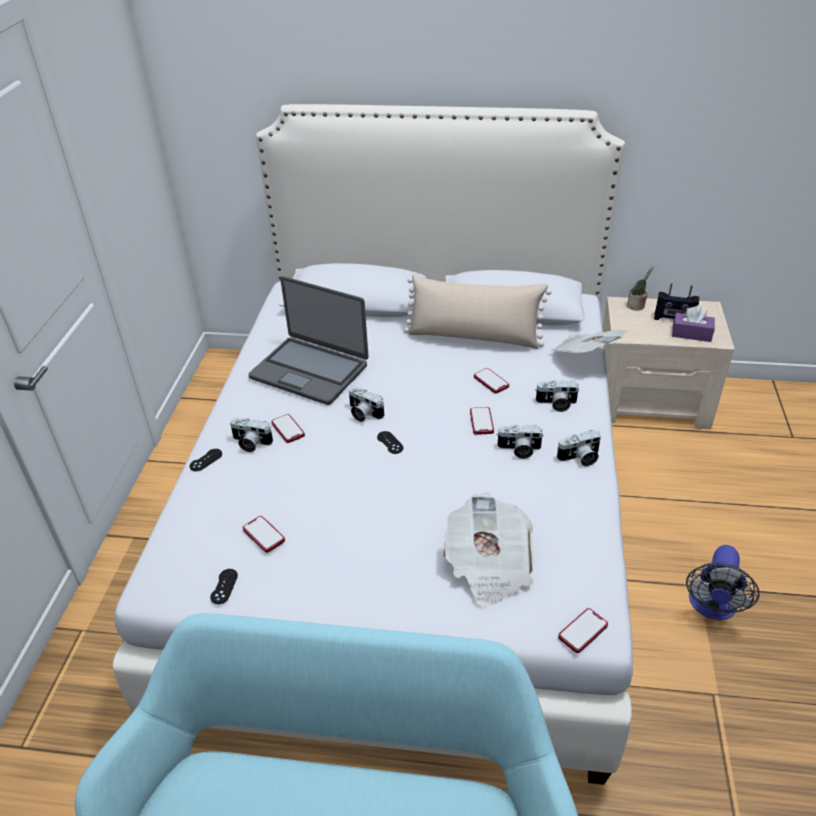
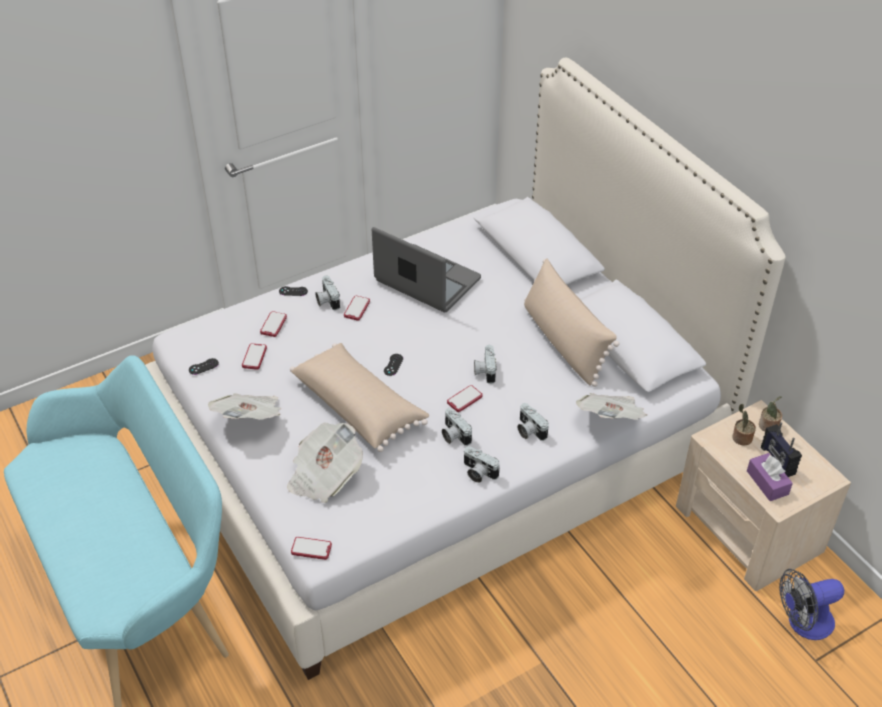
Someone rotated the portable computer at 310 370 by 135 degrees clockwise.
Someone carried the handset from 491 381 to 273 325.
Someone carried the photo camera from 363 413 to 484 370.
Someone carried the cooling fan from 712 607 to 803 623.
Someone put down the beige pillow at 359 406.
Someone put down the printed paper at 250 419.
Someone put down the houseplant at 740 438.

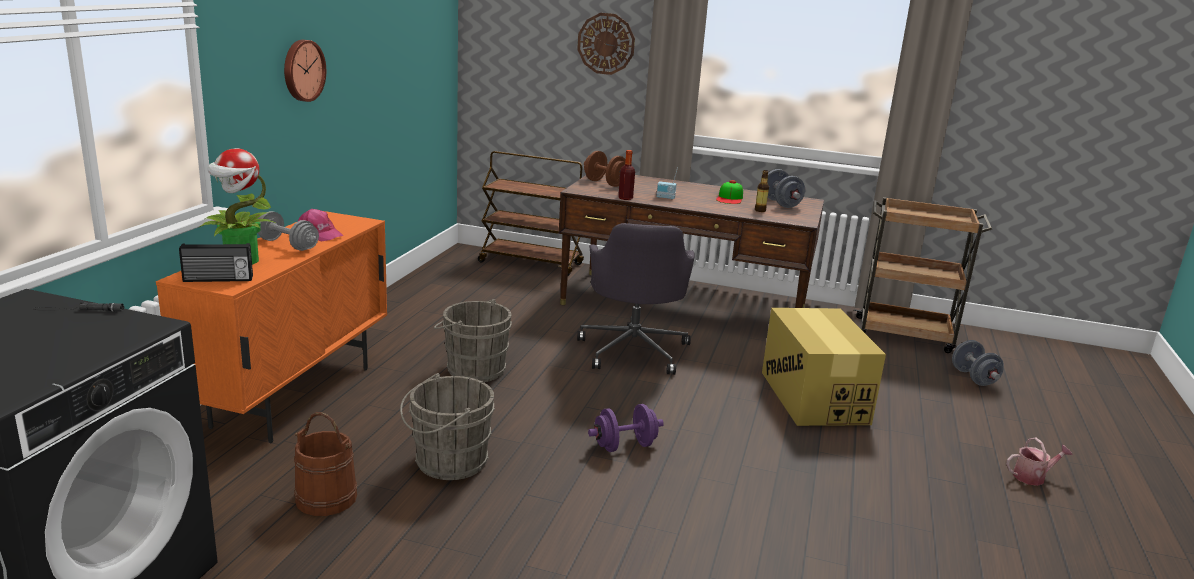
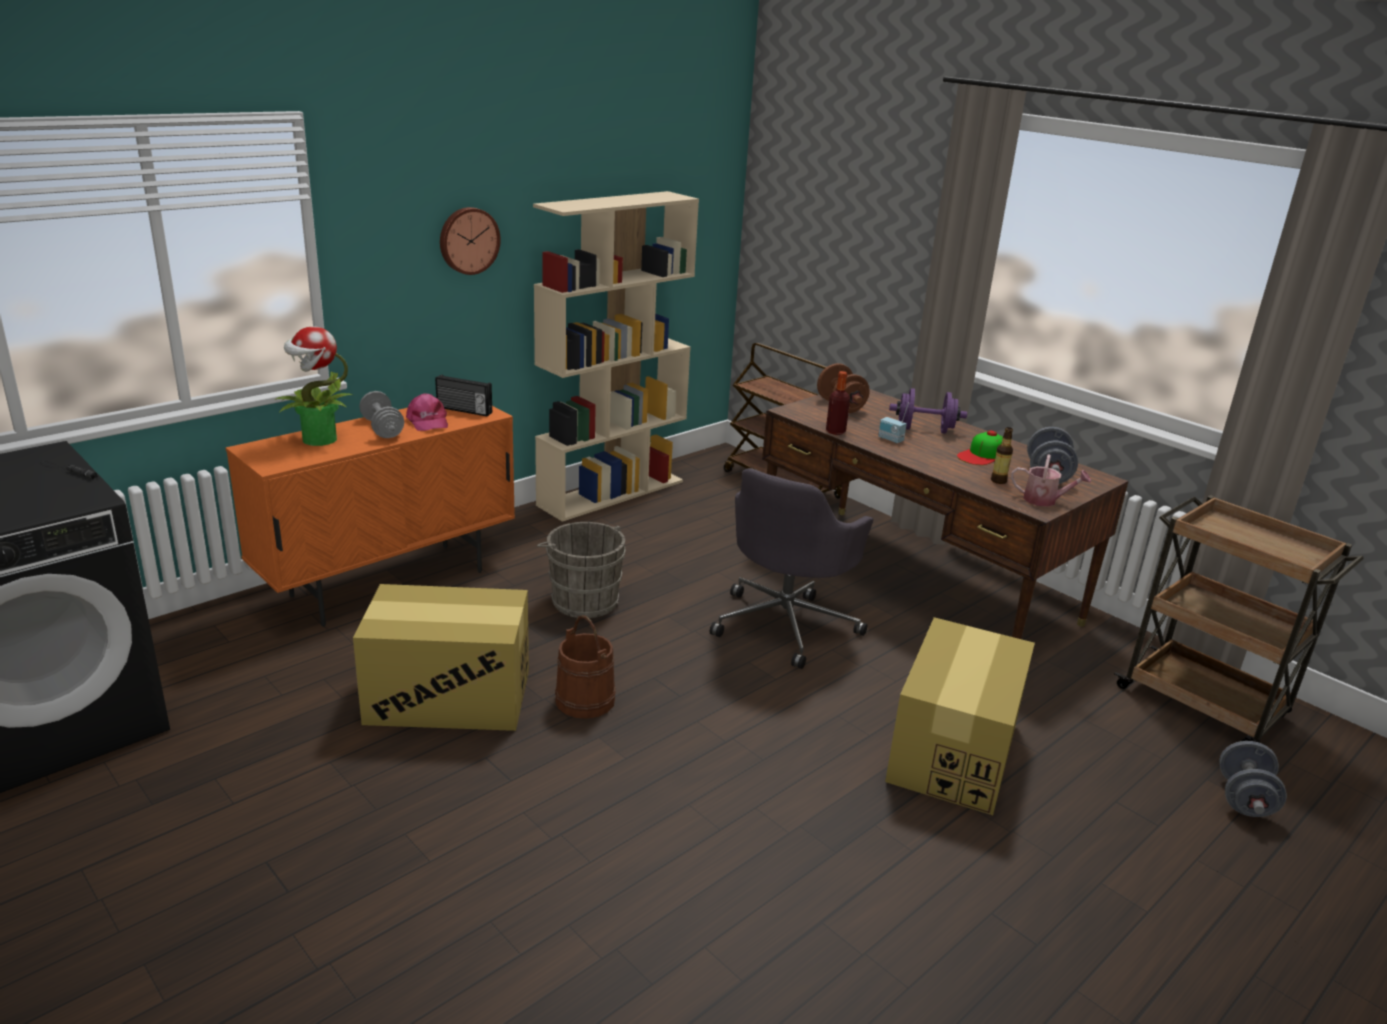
Someone took away the wall clock at 606 43.
Someone carried the radio set from 218 279 to 464 410.
Someone swapped the gray water bucket at 447 462 for the packing box at 449 697.
Someone carried the purple dumbbell from 624 446 to 924 430.
Someone carried the brown water bucket from 326 498 to 584 700.
Someone carried the sprinkling can from 1032 477 to 1045 500.
Someone put down the beige shelving unit at 611 493.

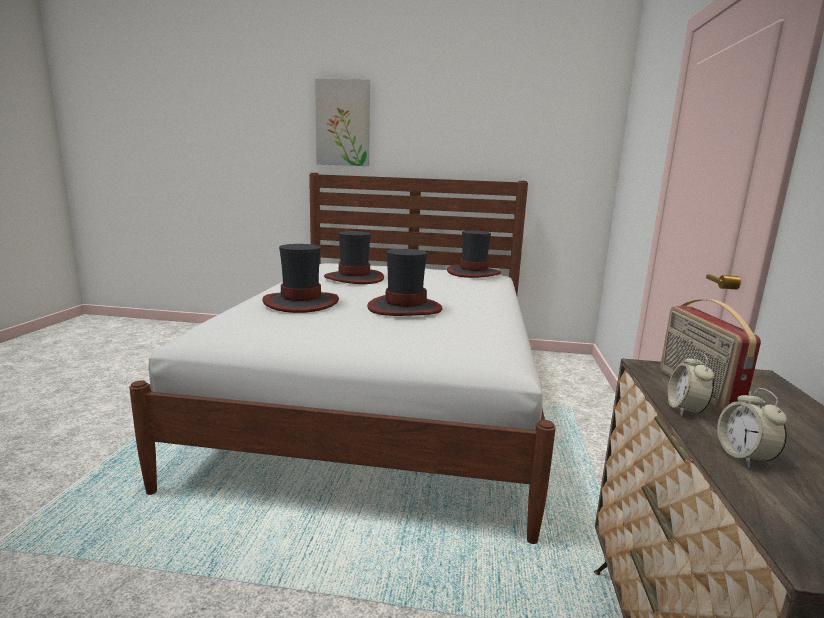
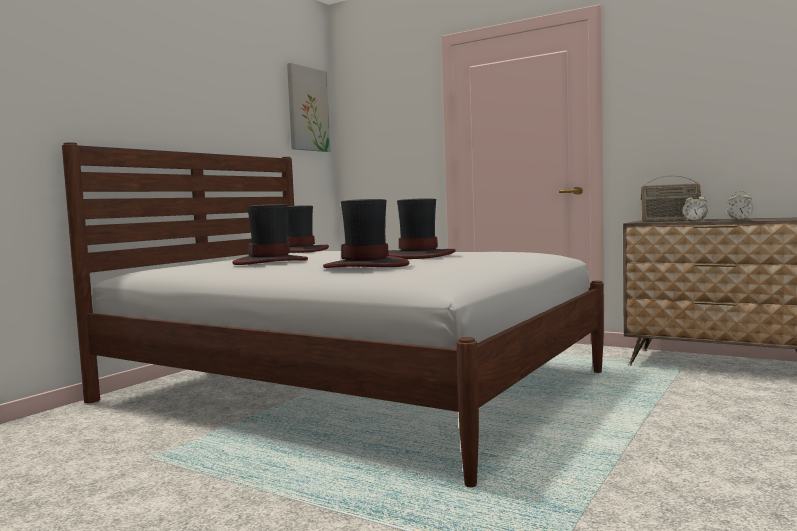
Someone carried the wall art from 343 123 to 307 109.

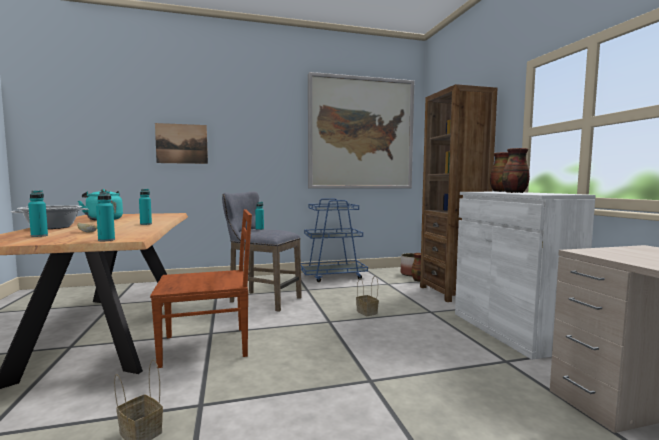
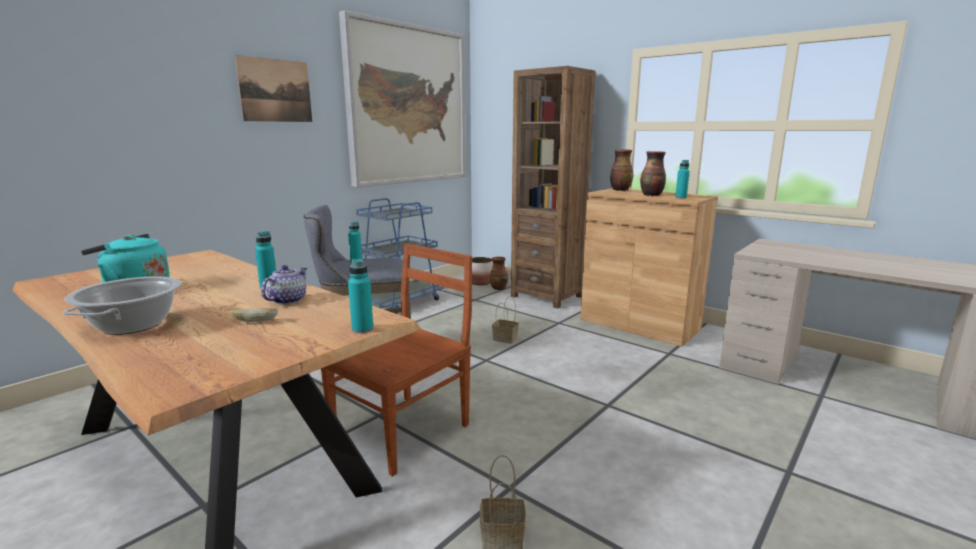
Someone carried the wall art from 182 143 to 275 90.
Someone carried the blue-green beverage bottle from 39 236 to 681 197.
Someone repainted the white cupboard at 511 330, which became the brown cupboard at 639 324.
Someone put down the pot for tea at 287 300.

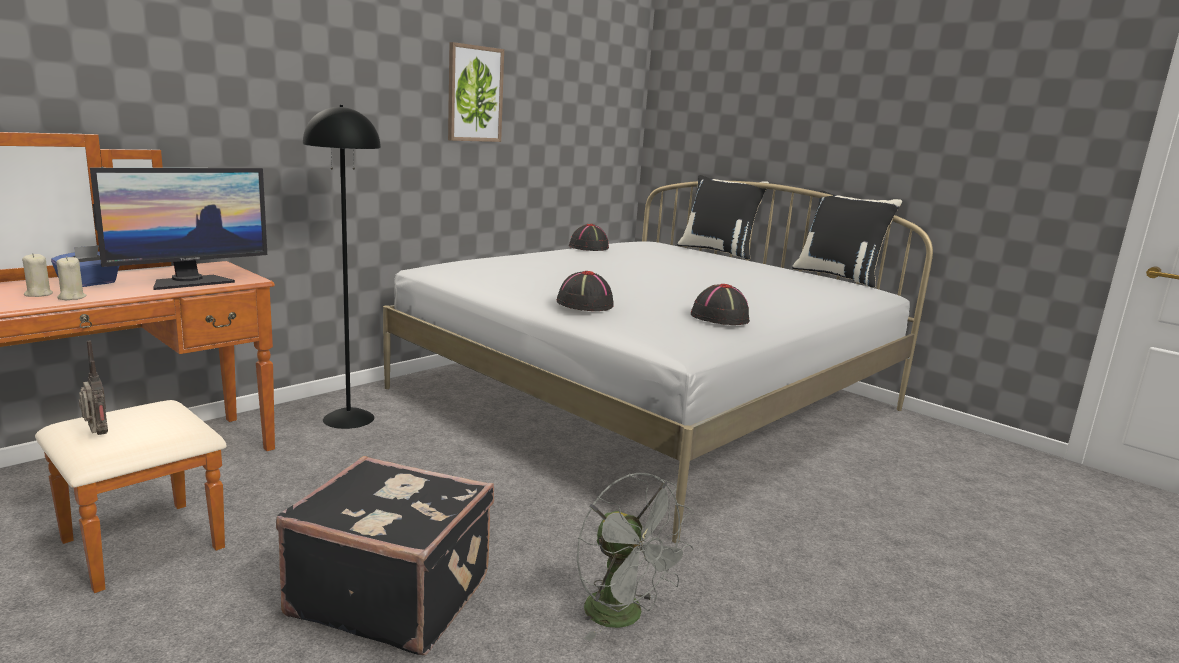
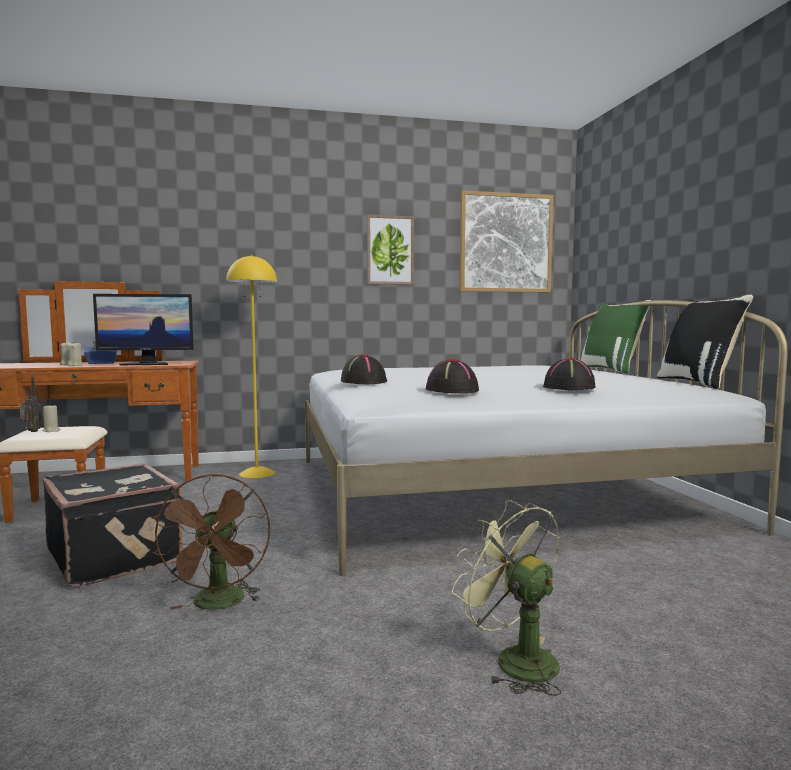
Someone repainted the blackish standard lamp at 348 419, which became the yellow-coloured standard lamp at 256 473.
Someone repainted the blackish pillow at 718 251, which became the green-coloured pillow at 611 370.
Someone carried the blackish wearable hat from 589 248 to 569 388.
Someone repainted the gray cooling fan at 624 617, which became the brown cooling fan at 218 605.
Someone put up the wall art at 505 243.
Someone put down the beige wax light at 51 430.
Someone put down the green-coloured cooling fan at 514 660.

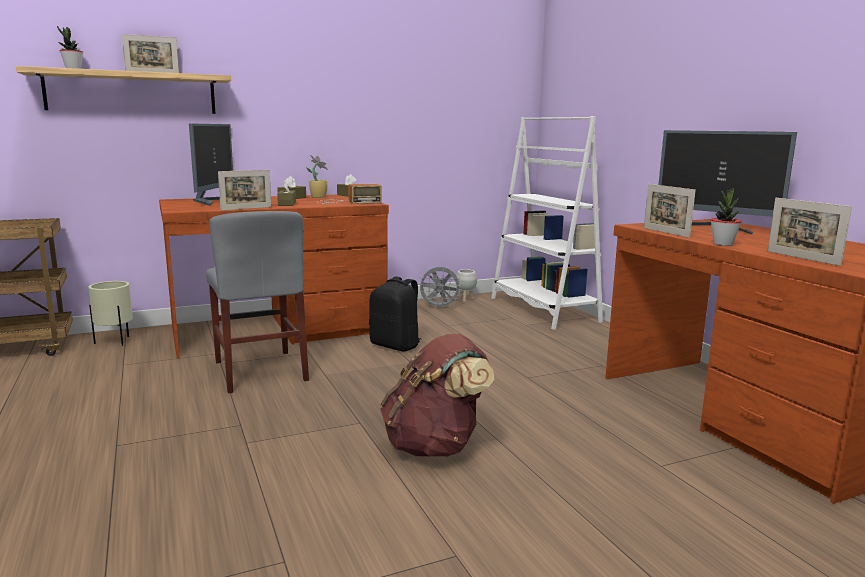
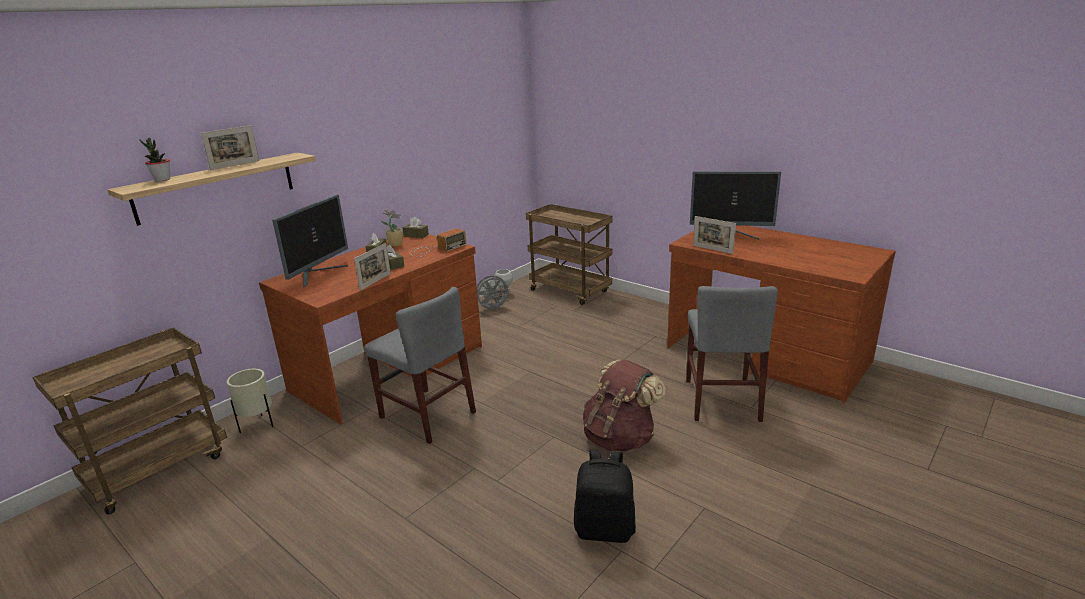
Someone swapped the white shelving unit at 543 310 for the brown wheeled cart at 571 291.
Someone rotated the computer screen at 212 201 by 45 degrees clockwise.
Someone took away the houseplant at 723 244.
Someone took away the photo frame at 802 258.
Someone carried the blackish rucksack from 396 345 to 605 529.
Someone put down the gray chair at 721 399.

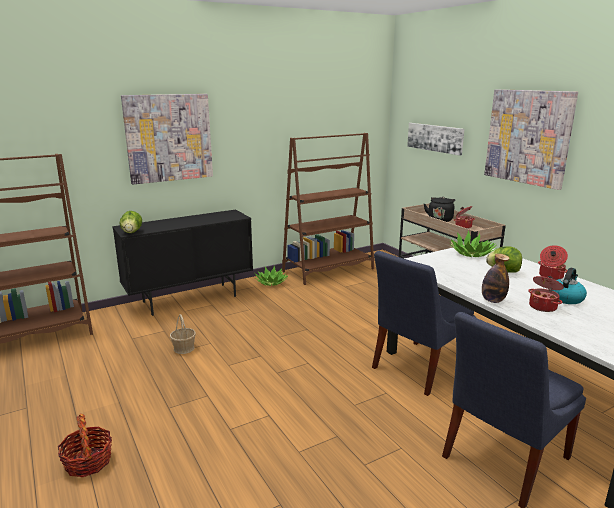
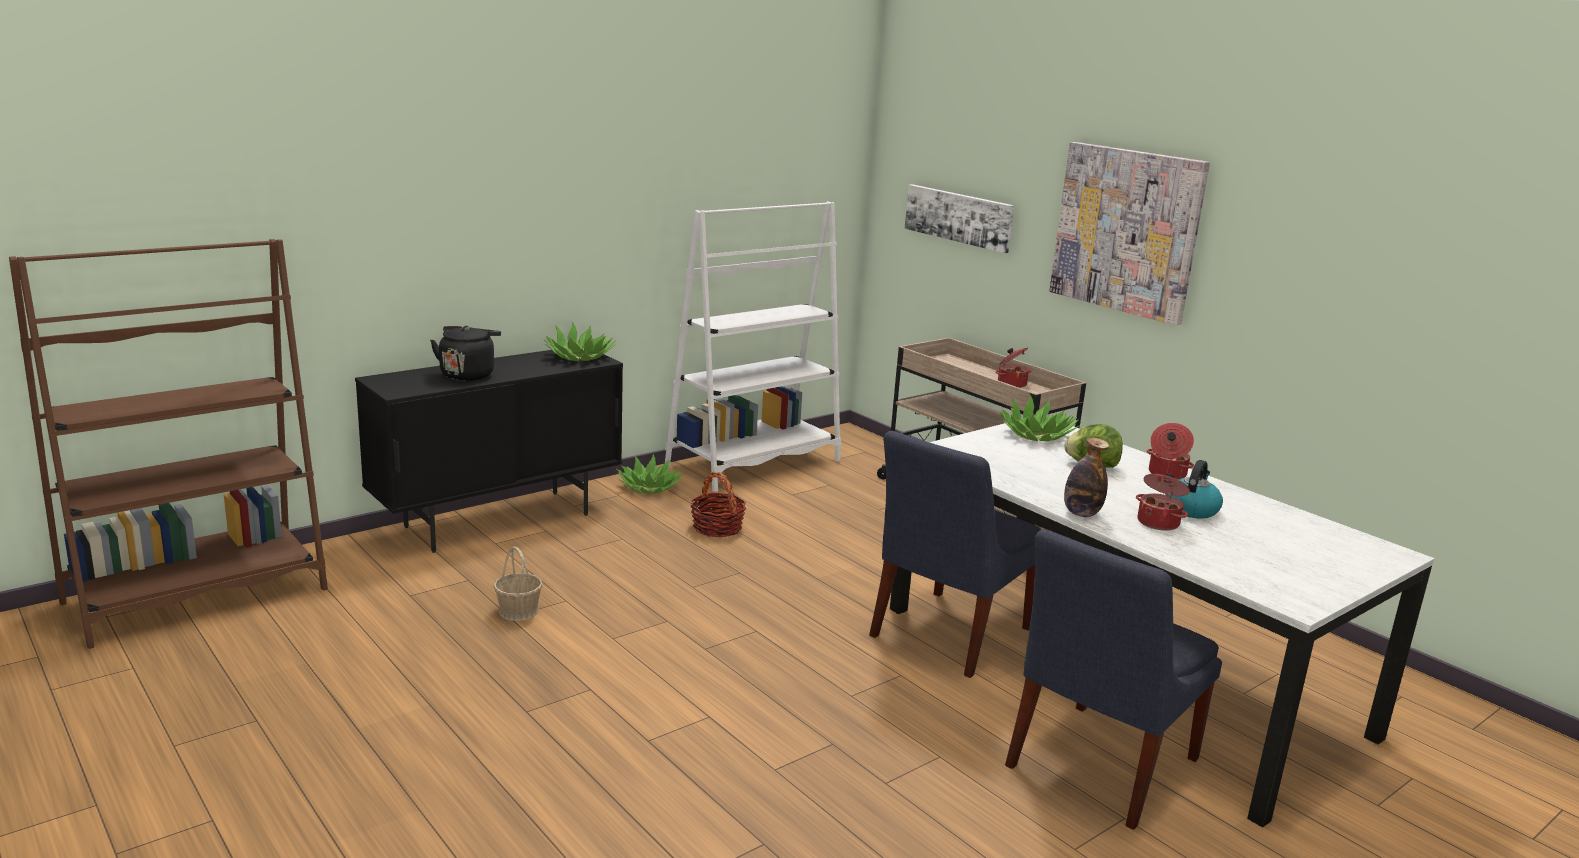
Someone took away the wall art at 169 138.
Someone repainted the brown shelving unit at 328 270, which became the white shelving unit at 754 464.
Someone carried the blackish kettle from 440 219 to 468 374.
Someone took away the lettuce at 132 232.
Someone carried the household basket from 88 462 to 717 528.
Someone put down the houseplant at 580 357.

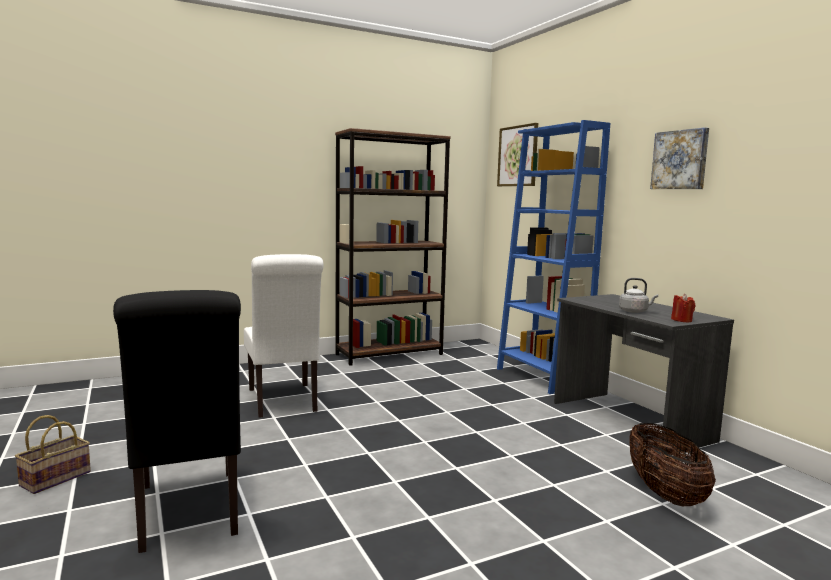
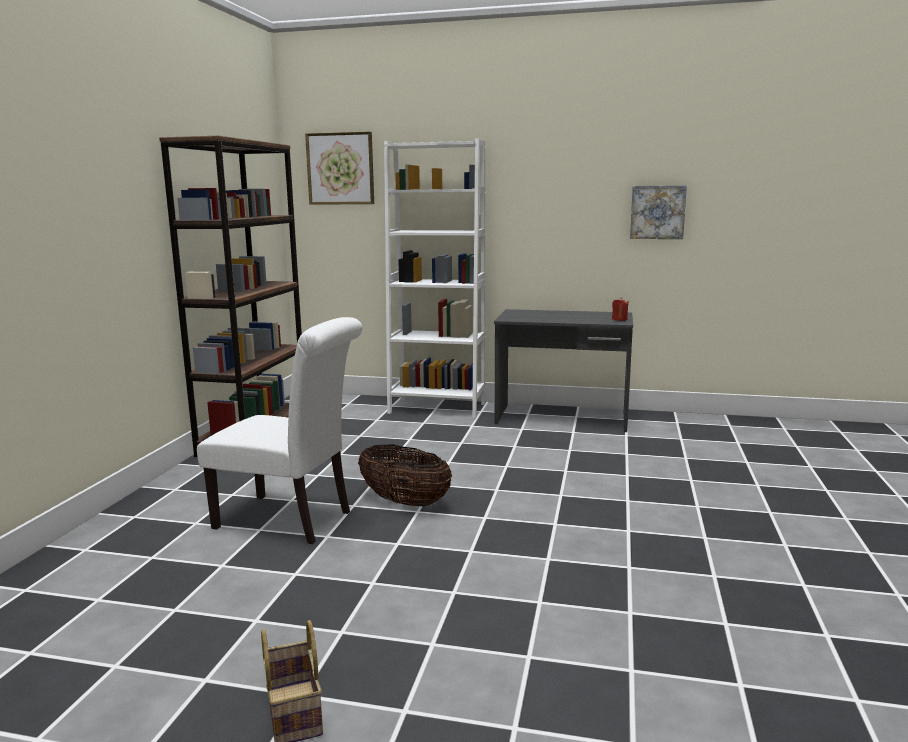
Someone repainted the bluish shelving unit at 541 377, which became the white shelving unit at 437 408.
Someone carried the wall art from 680 160 to 657 212.
Someone took away the gray kettle at 635 311.
Someone took away the blackish chair at 189 513.
Someone carried the household basket from 664 493 to 404 502.

